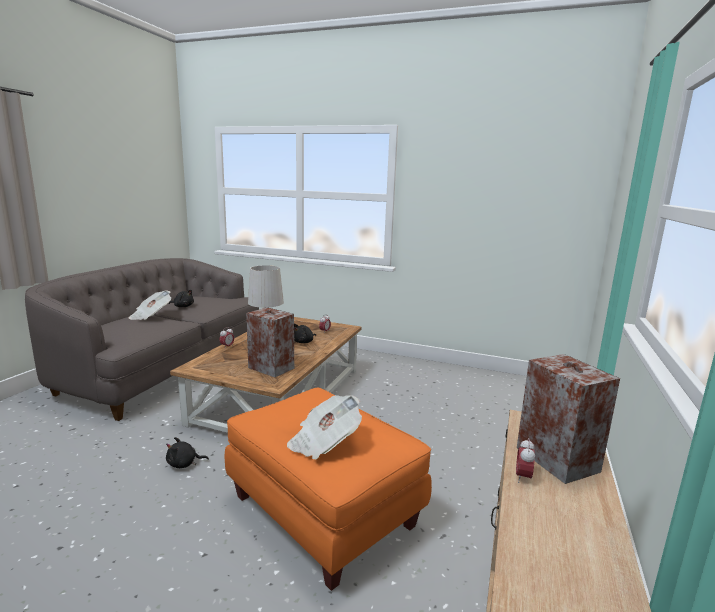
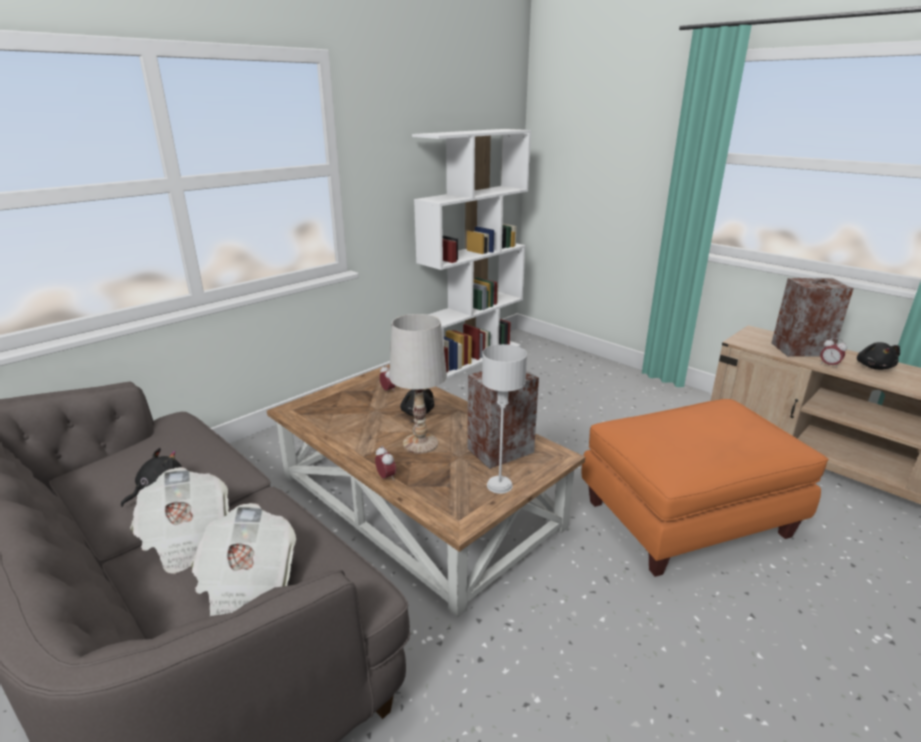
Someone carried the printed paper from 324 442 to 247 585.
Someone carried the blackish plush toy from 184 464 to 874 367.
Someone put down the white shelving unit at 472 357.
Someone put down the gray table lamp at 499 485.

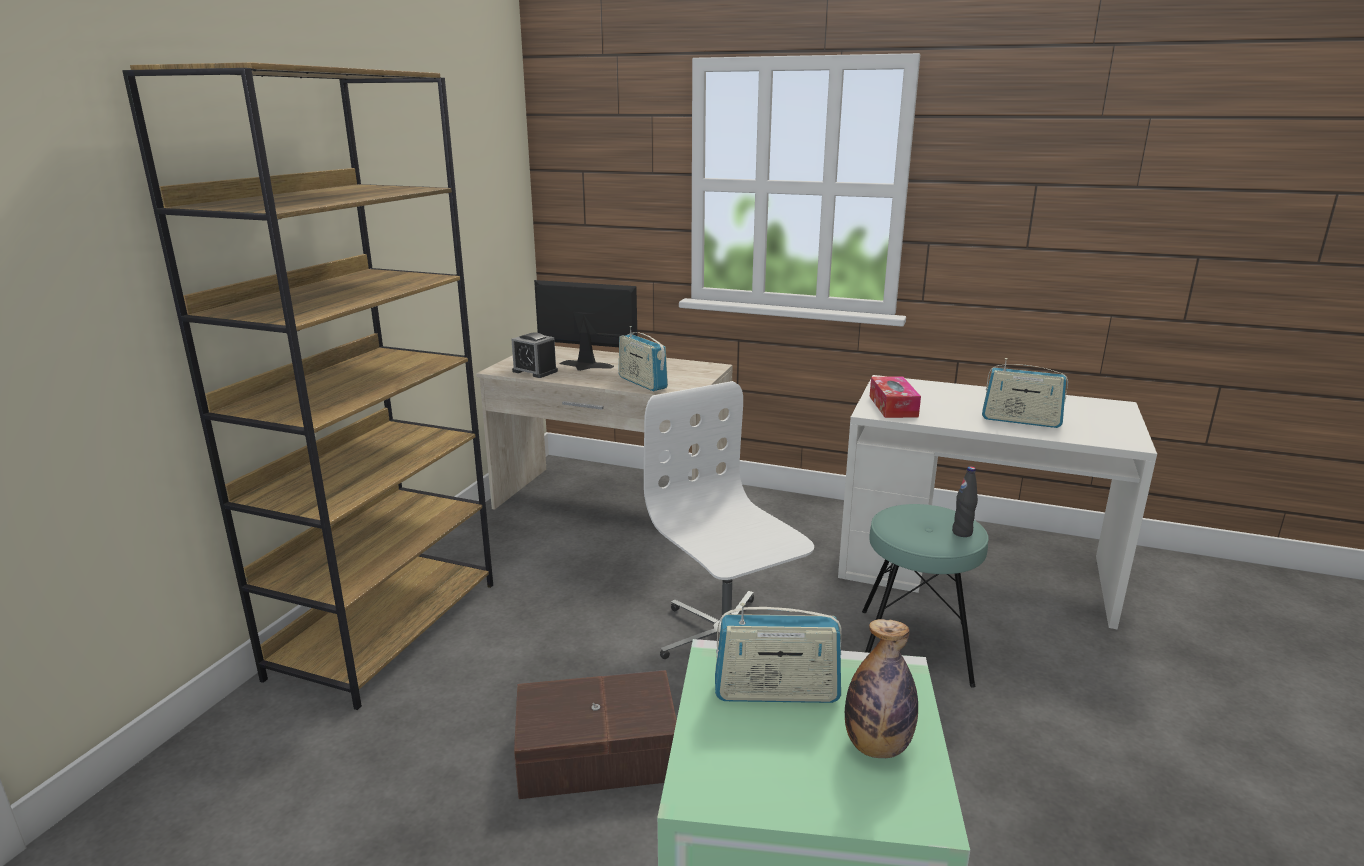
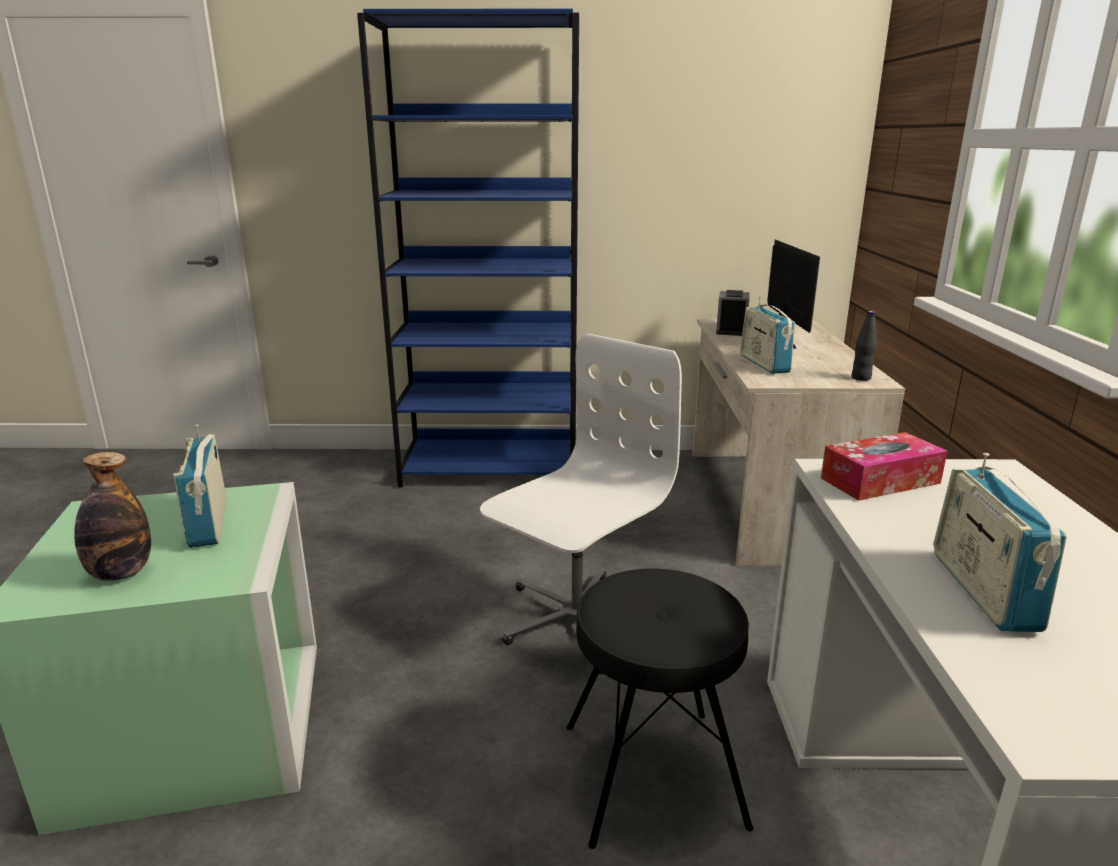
Someone repainted the brown shelving unit at 387 628, which became the bluish shelving unit at 491 469.
Someone rotated the radio set at 642 383 by 45 degrees counterclockwise.
Someone carried the blackish beverage bottle from 962 533 to 861 378.
Someone repainted the blue-green stool at 914 646, which became the blackish stool at 652 774.
Someone took away the brown storage bin at 595 752.

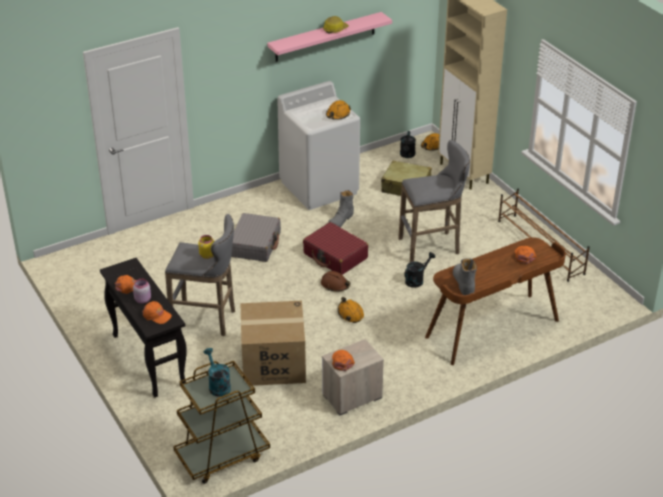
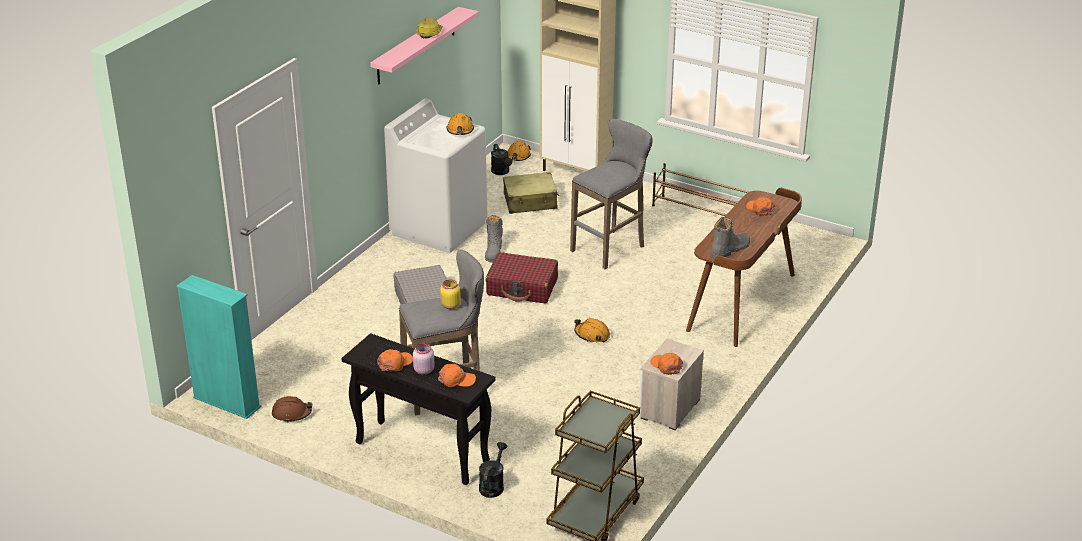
Someone carried the blackish sprinkling can from 417 280 to 493 485.
Someone rotated the gray tall boot at 463 283 by 90 degrees clockwise.
Someone carried the brown safety helmet from 335 285 to 292 414.
Someone took away the packing box at 273 363.
Someone took away the blue-green sprinkling can at 218 385.
Someone put down the blue-green shelving unit at 227 402.

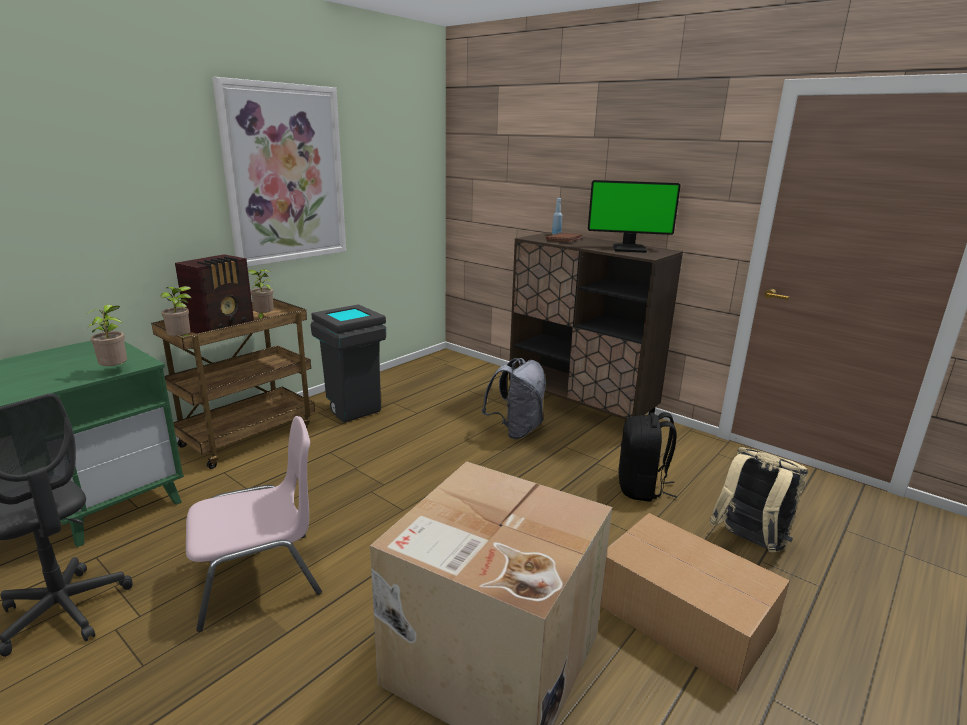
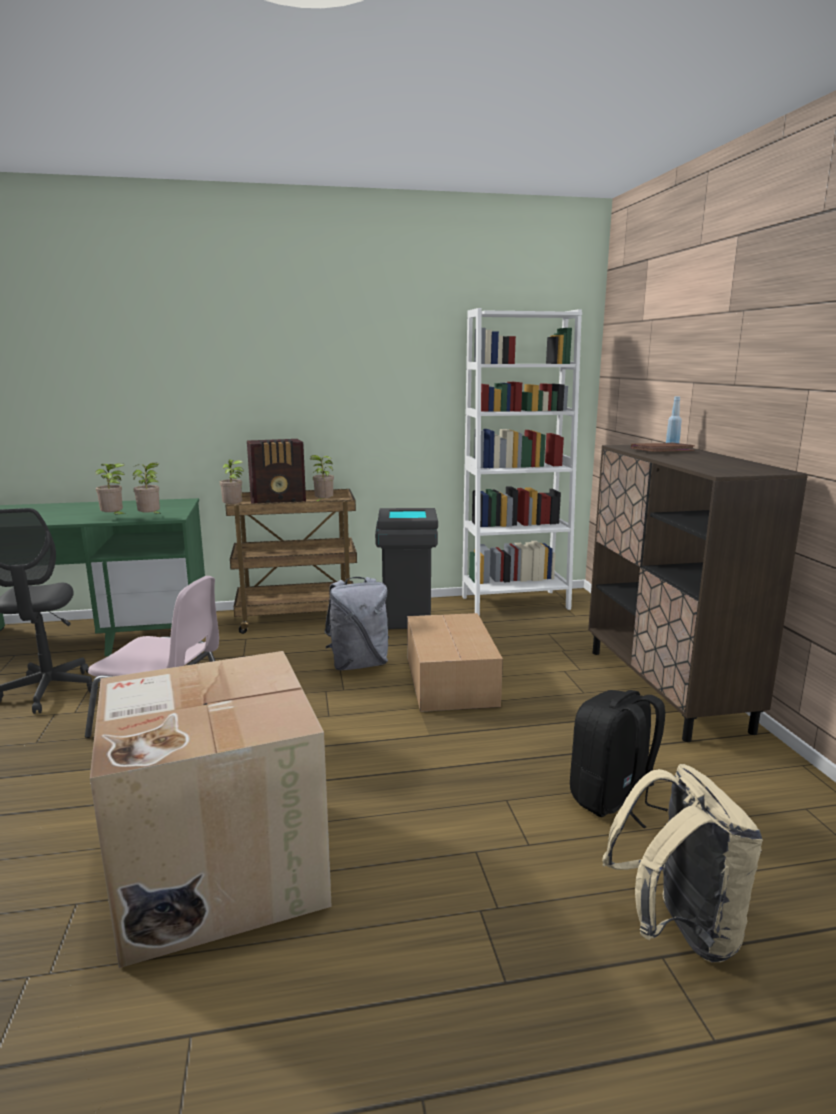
Someone took away the wall art at 285 175.
Someone took away the computer screen at 629 248.
Someone carried the gray rucksack from 516 430 to 358 664.
Someone carried the packing box from 681 614 to 451 680.
Someone put down the white shelving unit at 515 603.
Someone put down the houseplant at 114 518.

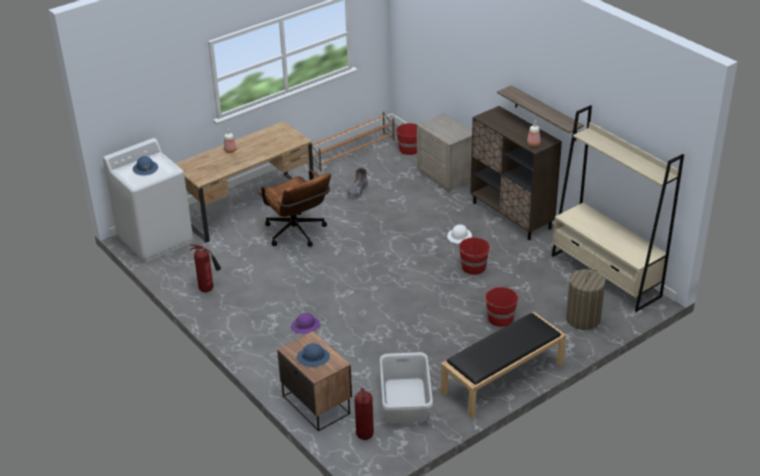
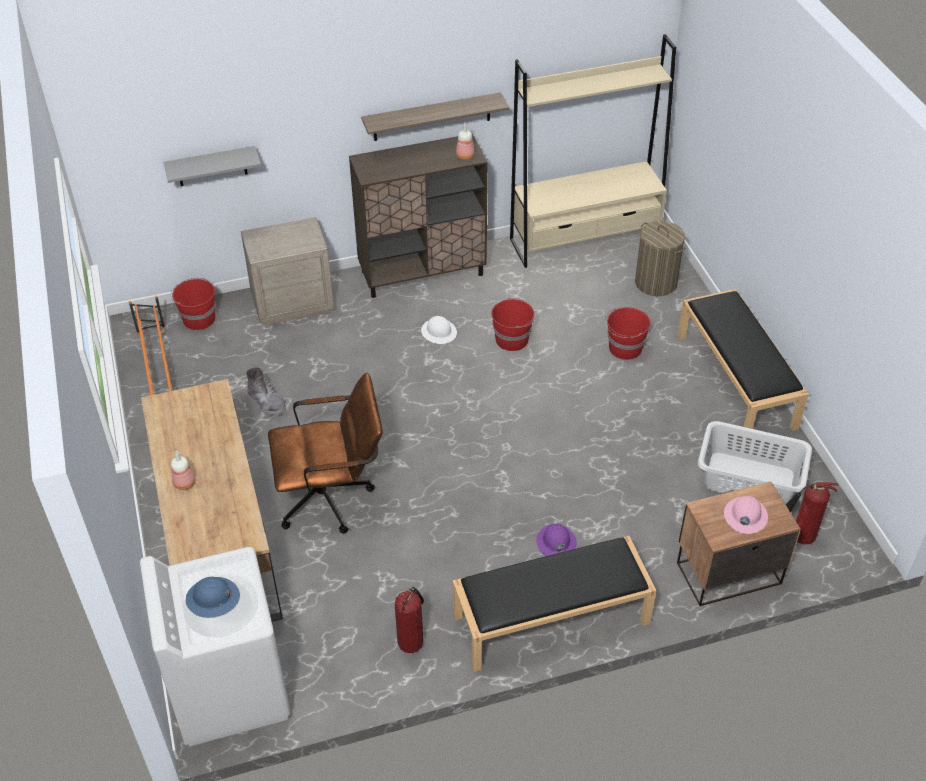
Someone repainted the bluish safety helmet at 313 357, which became the pink safety helmet at 745 516.
Someone put up the gray wall shelf at 211 166.
Someone put down the blackish bench at 550 620.

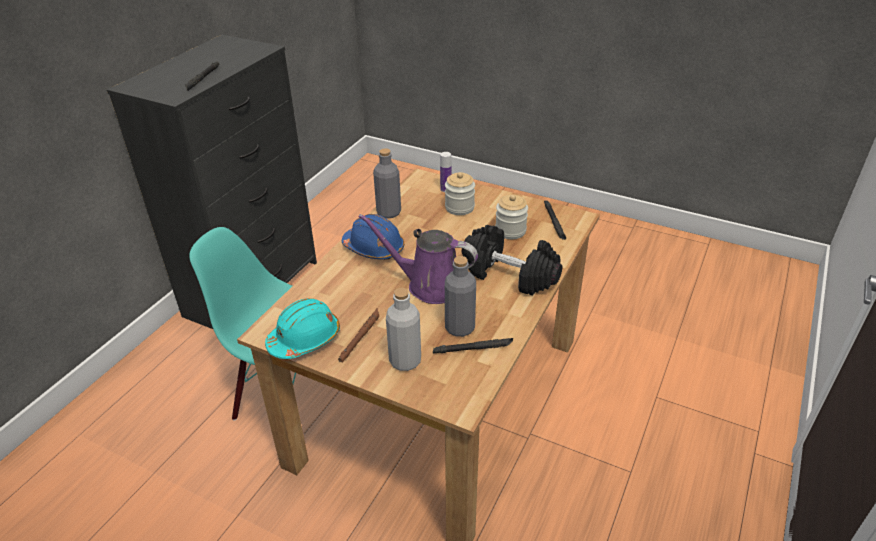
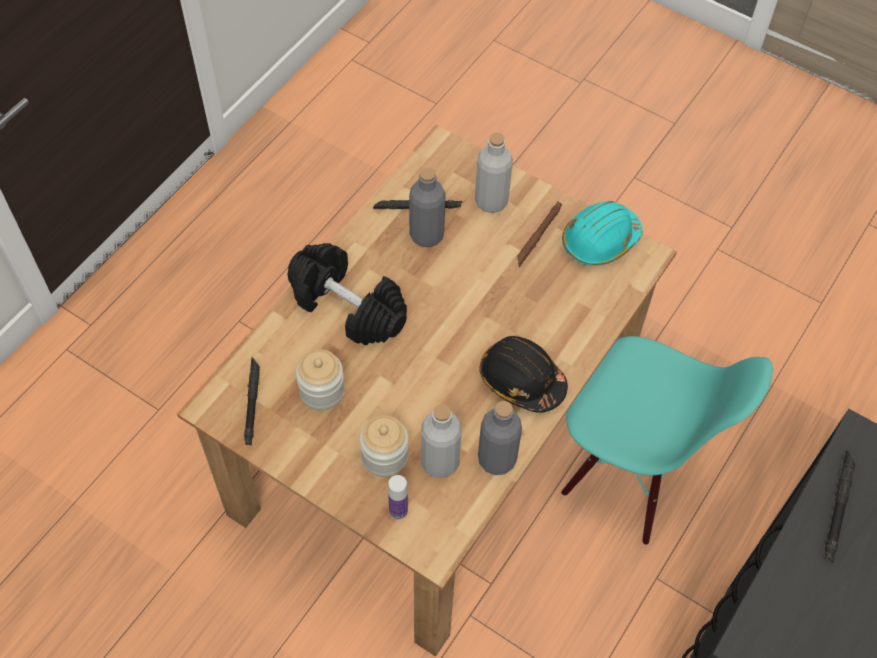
Someone repainted the bluish safety helmet at 374 248, which became the blackish safety helmet at 521 380.
Someone took away the purple sprinkling can at 429 285.
Someone put down the gray beverage bottle at 440 462.

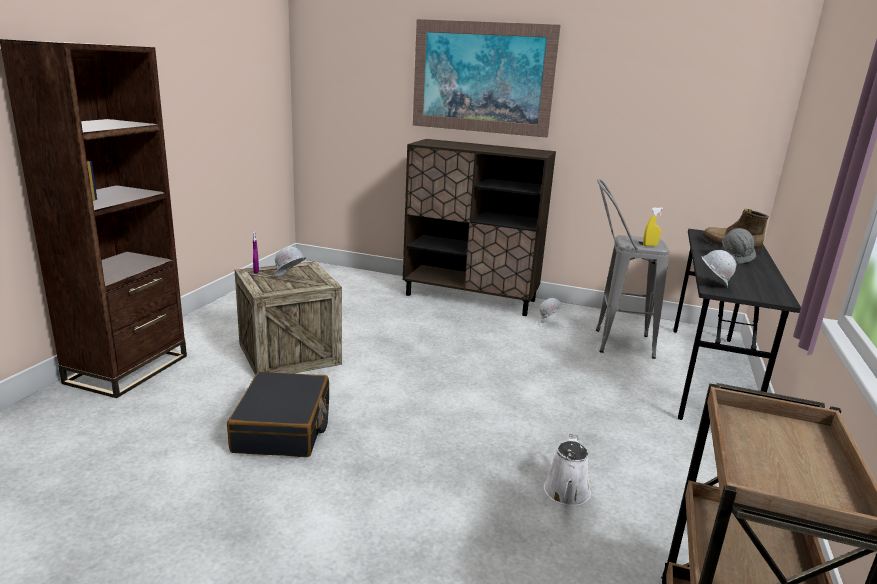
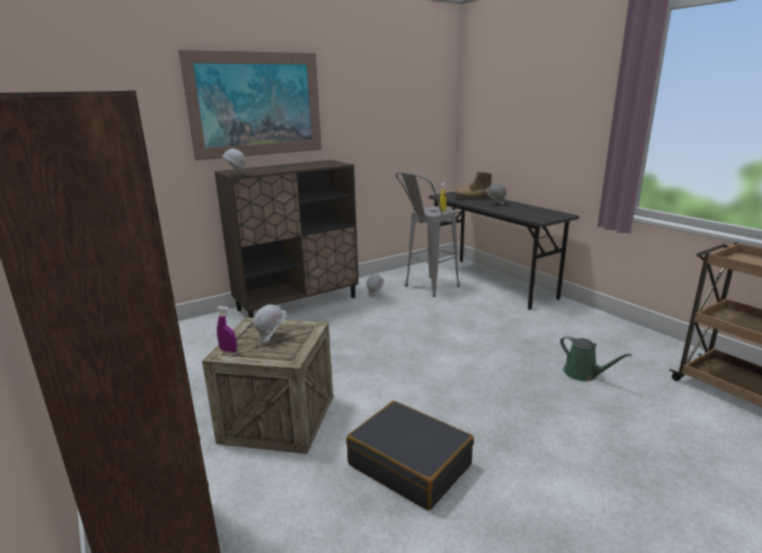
Someone carried the white safety helmet from 713 285 to 235 175.
Someone repainted the white sprinkling can at 566 494, which became the green-coloured sprinkling can at 583 374.

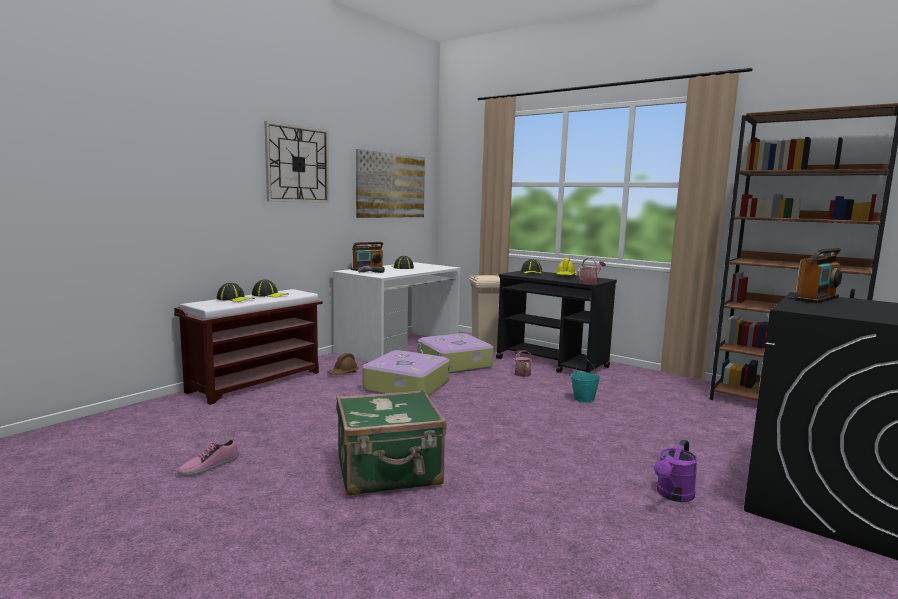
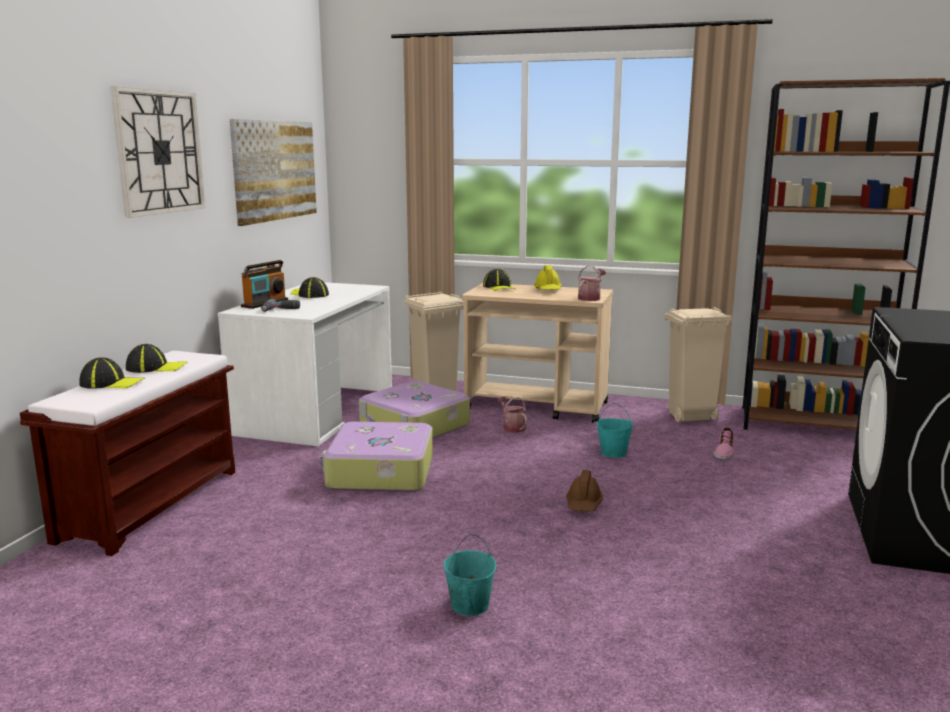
Someone took away the radio set at 817 299.
Someone repainted the blackish wheeled cart at 552 363, which became the beige wheeled cart at 537 406.
Someone carried the brown safety helmet from 343 373 to 584 504.
Someone swapped the green-coloured travel case at 389 472 for the blue-green water bucket at 469 605.
Someone took away the purple sprinkling can at 673 495.
Someone carried the item of footwear from 209 465 to 723 451.
Someone put down the beige waste bin at 690 417.

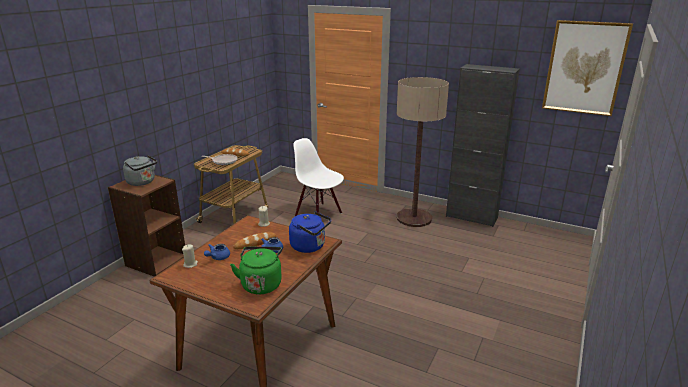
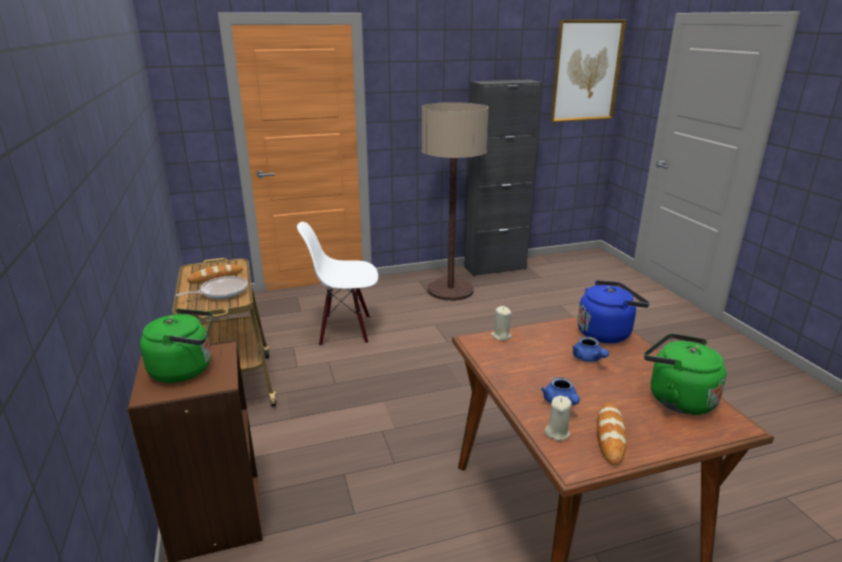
Someone repainted the gray kettle at 142 182, which became the green-coloured kettle at 186 369.
Someone carried the baked bread from 255 243 to 610 436.

